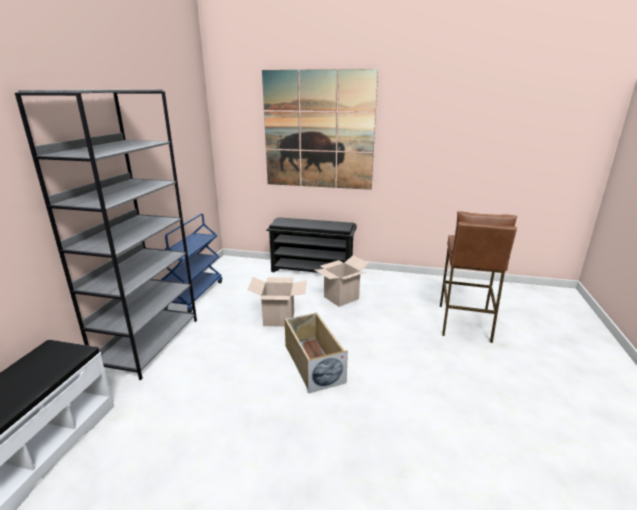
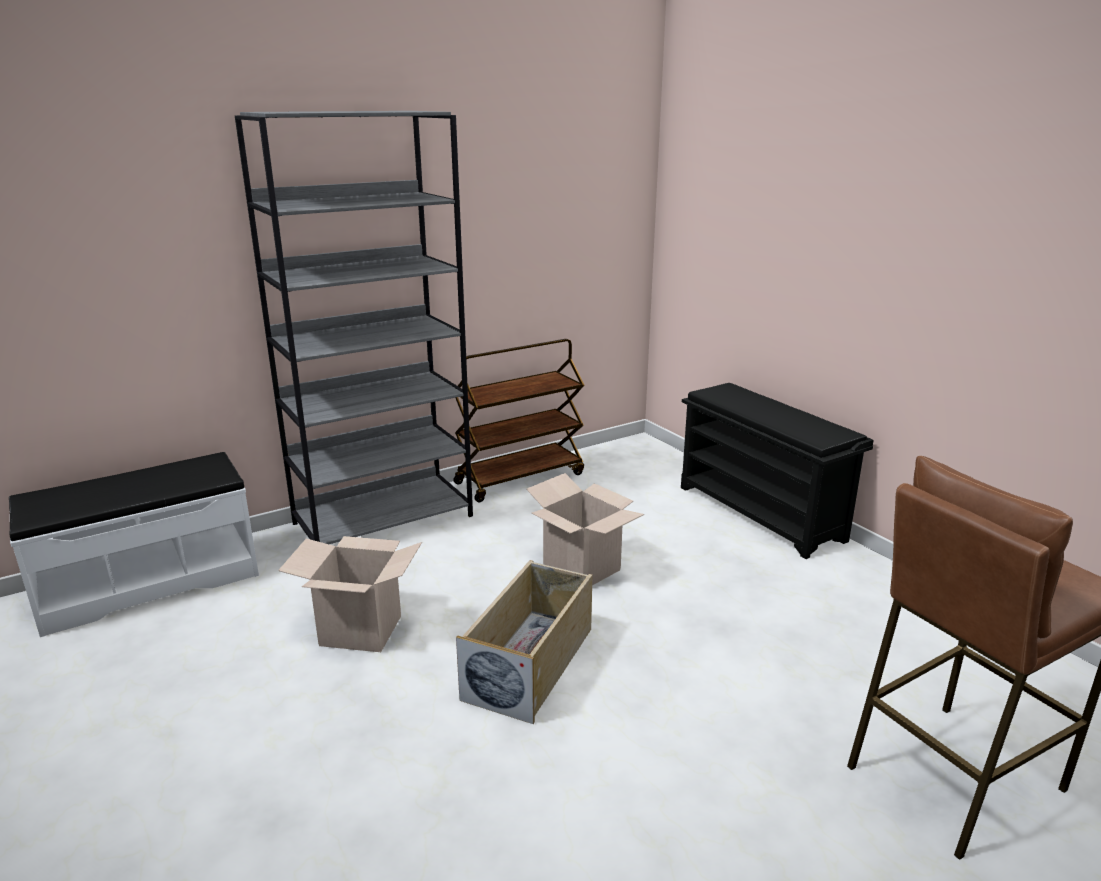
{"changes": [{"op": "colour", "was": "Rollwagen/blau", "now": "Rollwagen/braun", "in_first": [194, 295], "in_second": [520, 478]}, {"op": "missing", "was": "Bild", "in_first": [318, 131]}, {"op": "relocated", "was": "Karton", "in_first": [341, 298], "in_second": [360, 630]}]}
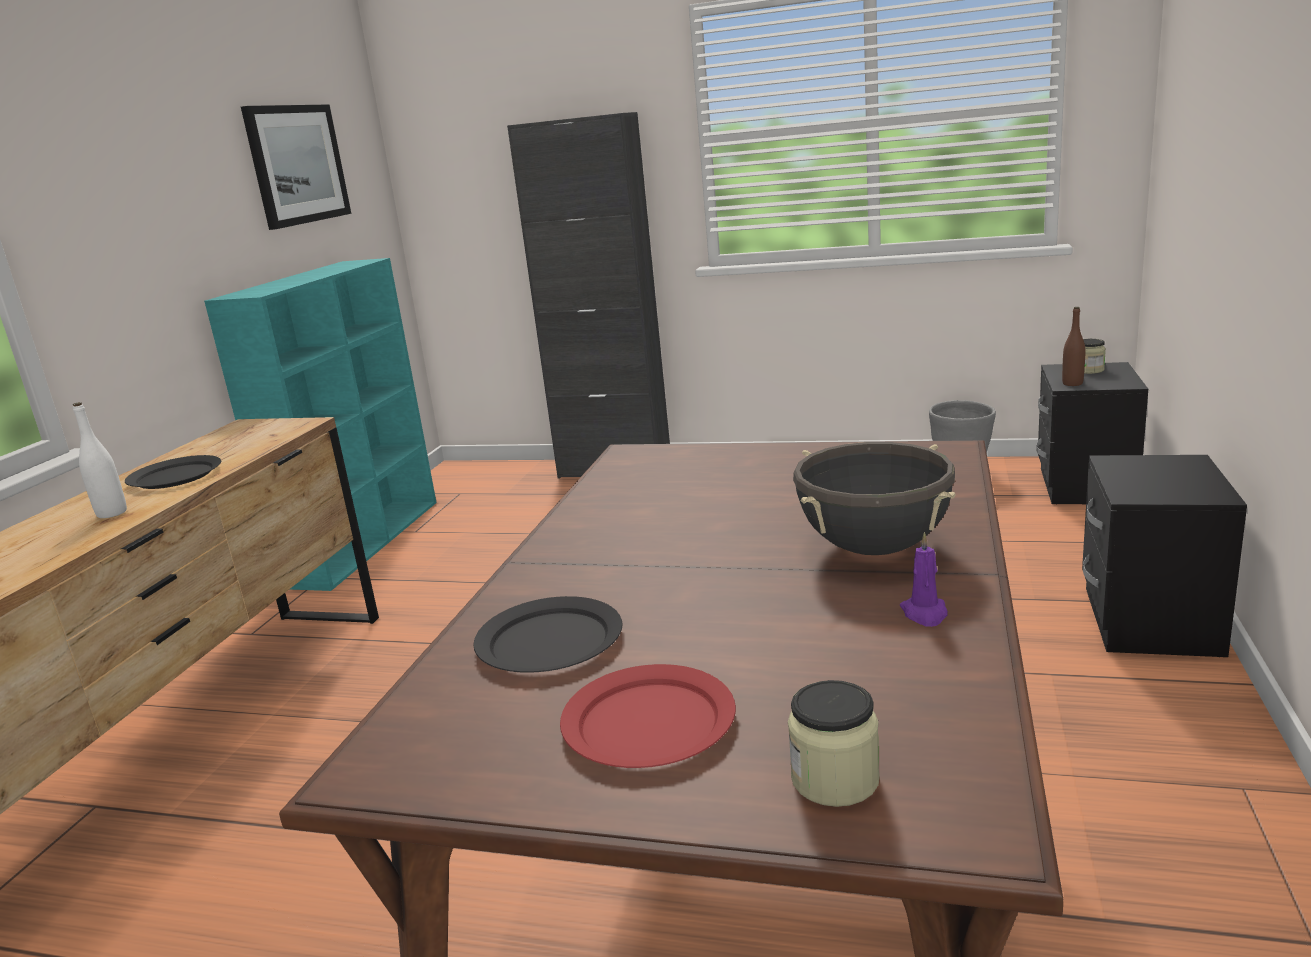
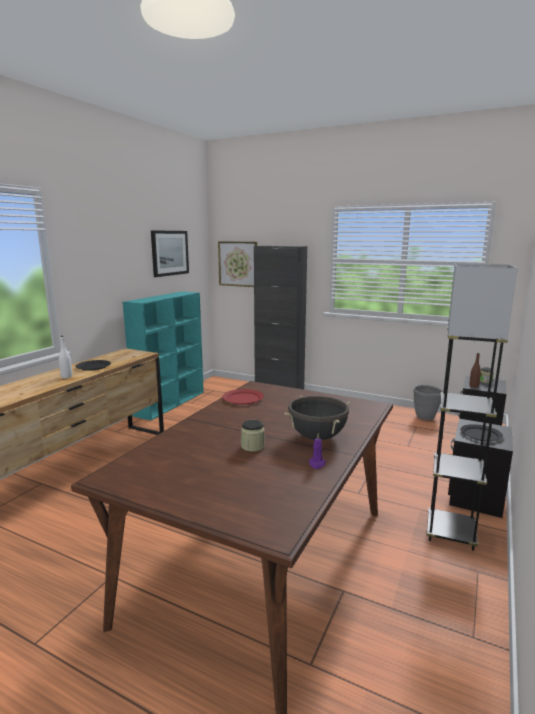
{"changes": [{"op": "relocated", "was": "Teller/schwarz", "in_first": [548, 641], "in_second": [480, 435]}, {"op": "relocated", "was": "Teller/rot", "in_first": [649, 723], "in_second": [243, 399]}, {"op": "relocated", "was": "Vorratsglas", "in_first": [835, 779], "in_second": [252, 446]}, {"op": "appeared", "now": "Bild", "in_second": [238, 264]}, {"op": "appeared", "now": "Stehlampe/grau", "in_second": [450, 533]}]}
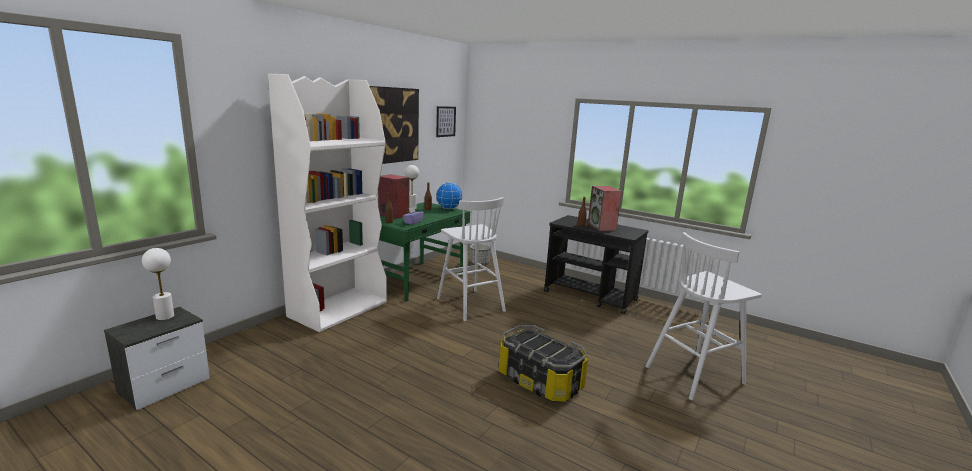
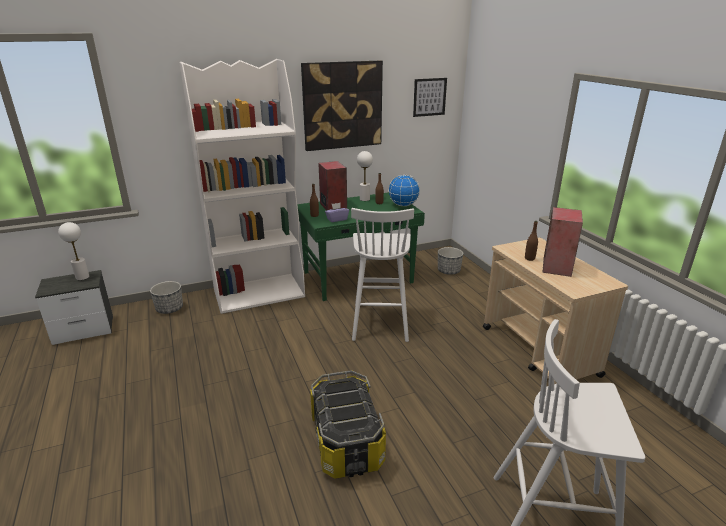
{"changes": [{"op": "colour", "was": "Rollwagen/schwarz", "now": "Rollwagen/beige", "in_first": [590, 296], "in_second": [539, 351]}, {"op": "appeared", "now": "Pflanzkübel", "in_second": [170, 309]}]}
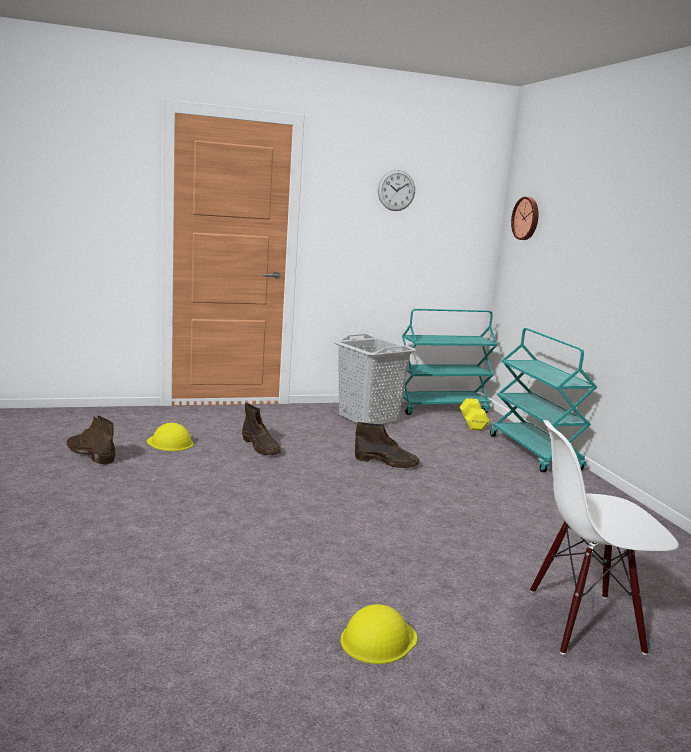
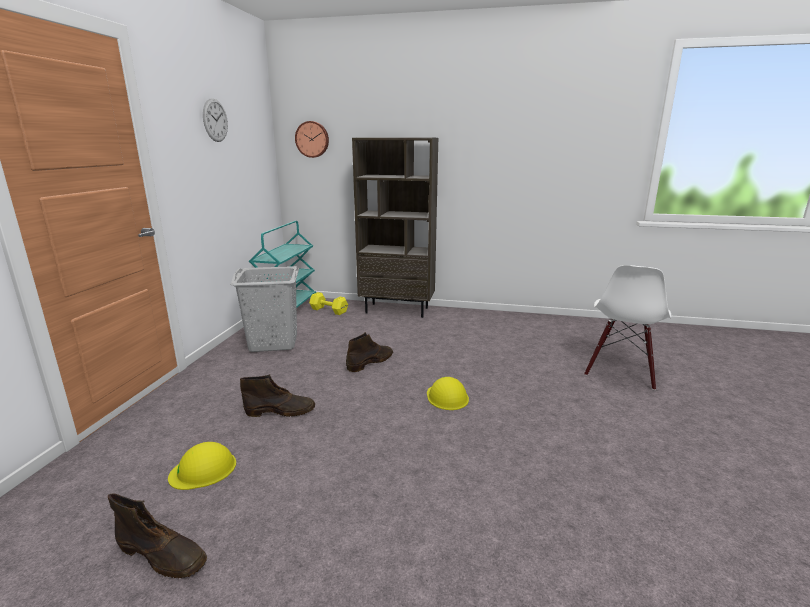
{"changes": [{"op": "spun", "was": "Stiefel/braun", "in_first": [90, 454], "in_second": [163, 555], "clockwise": -135}, {"op": "relocated", "was": "Schutzhelm/gelb", "in_first": [378, 639], "in_second": [447, 397]}, {"op": "exchanged", "was": "Rollwagen/türkis", "now": "Bücherregal/braun", "in_first": [535, 453], "in_second": [397, 310]}]}
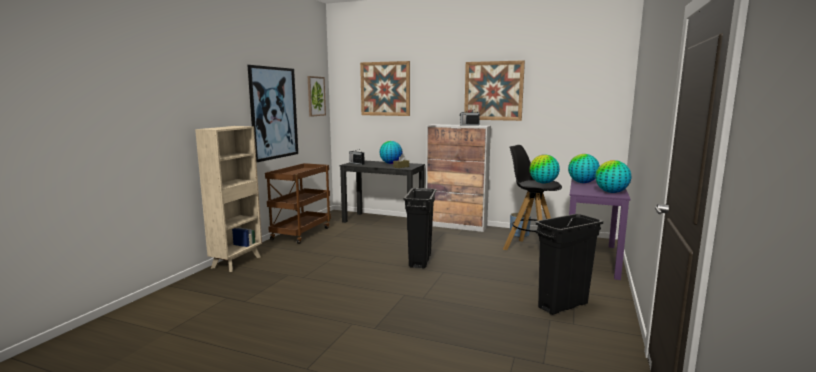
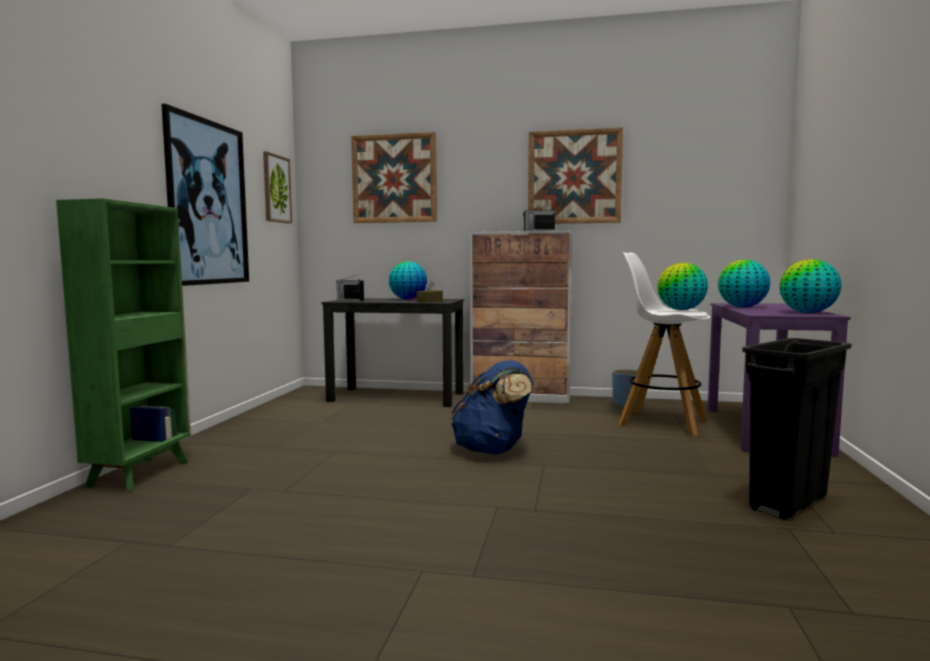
{"changes": [{"op": "colour", "was": "Bücherregal/beige", "now": "Bücherregal/grün", "in_first": [237, 262], "in_second": [141, 473]}, {"op": "missing", "was": "Rollwagen/braun", "in_first": [301, 233]}, {"op": "exchanged", "was": "Mülleimer/schwarz", "now": "Rucksack/blau", "in_first": [420, 261], "in_second": [493, 450]}, {"op": "colour", "was": "Hocker/schwarz", "now": "Hocker/weiß", "in_first": [530, 249], "in_second": [661, 422]}]}
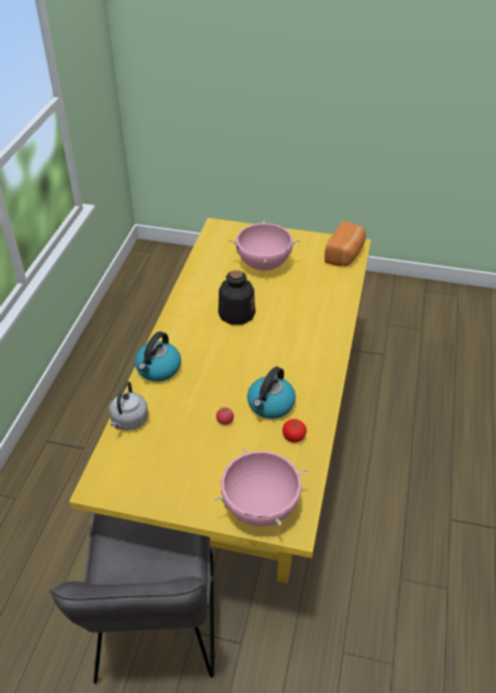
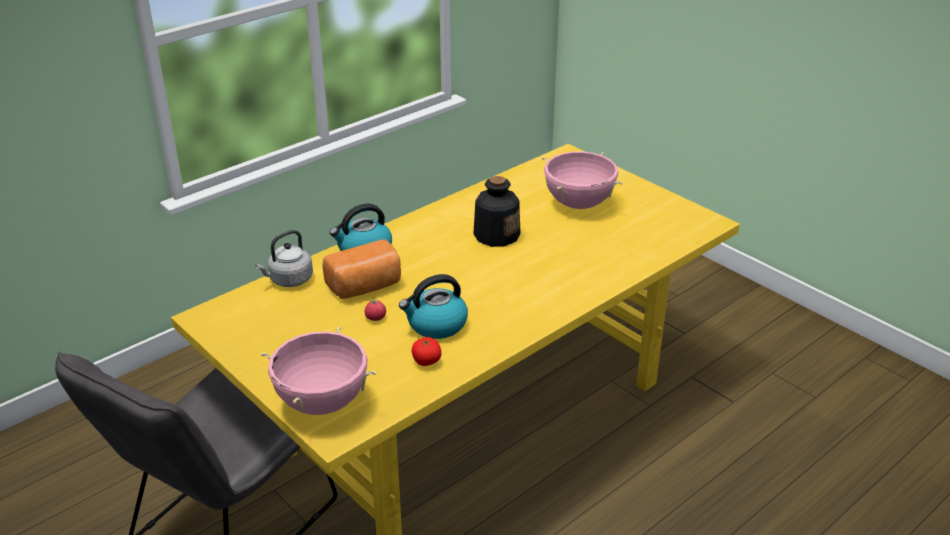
{"changes": [{"op": "relocated", "was": "Brot", "in_first": [345, 255], "in_second": [365, 287]}]}
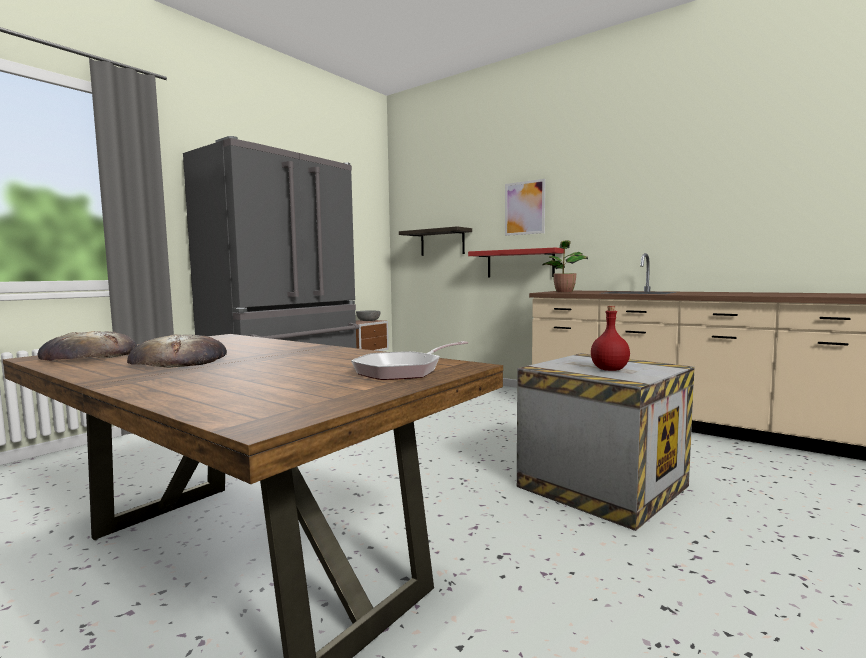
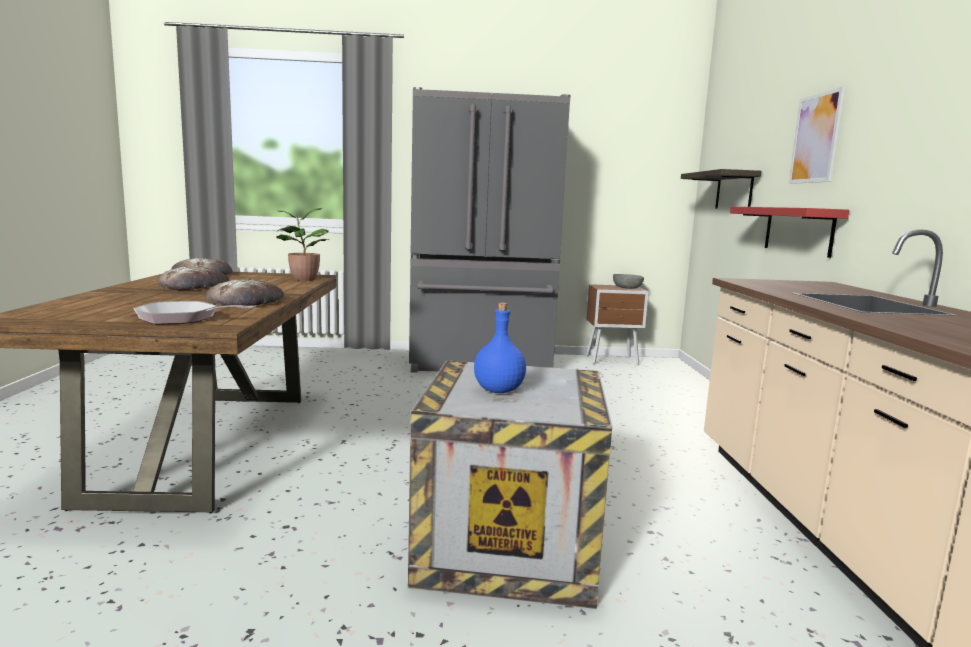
{"changes": [{"op": "relocated", "was": "Topfpflanze", "in_first": [564, 292], "in_second": [302, 279]}, {"op": "colour", "was": "Flasche/rot", "now": "Flasche/blau", "in_first": [608, 369], "in_second": [498, 390]}, {"op": "appeared", "now": "Brot", "in_second": [245, 301]}]}
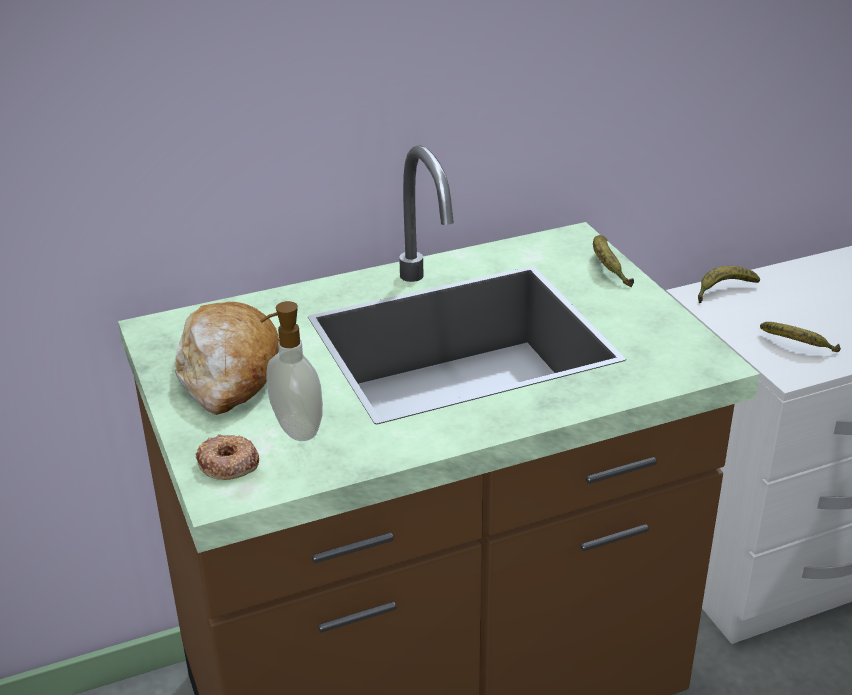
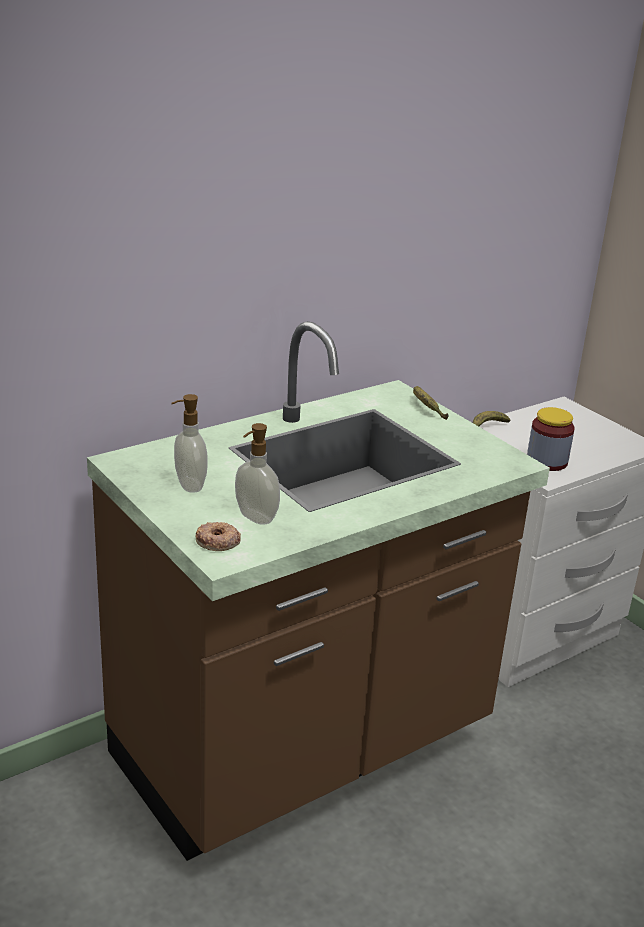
{"changes": [{"op": "exchanged", "was": "Brot", "now": "Seifenspender", "in_first": [229, 372], "in_second": [189, 485]}, {"op": "exchanged", "was": "Banane", "now": "Vorratsglas", "in_first": [797, 346], "in_second": [547, 461]}]}
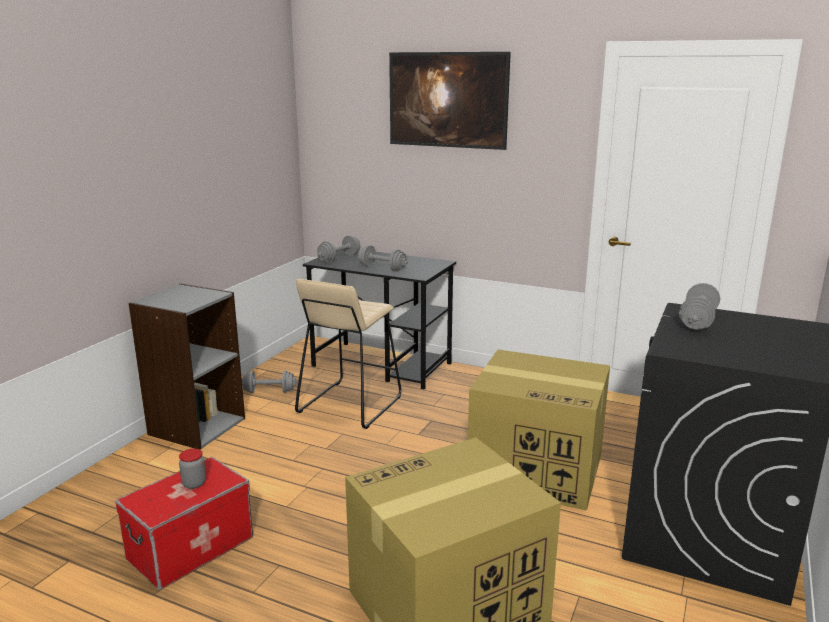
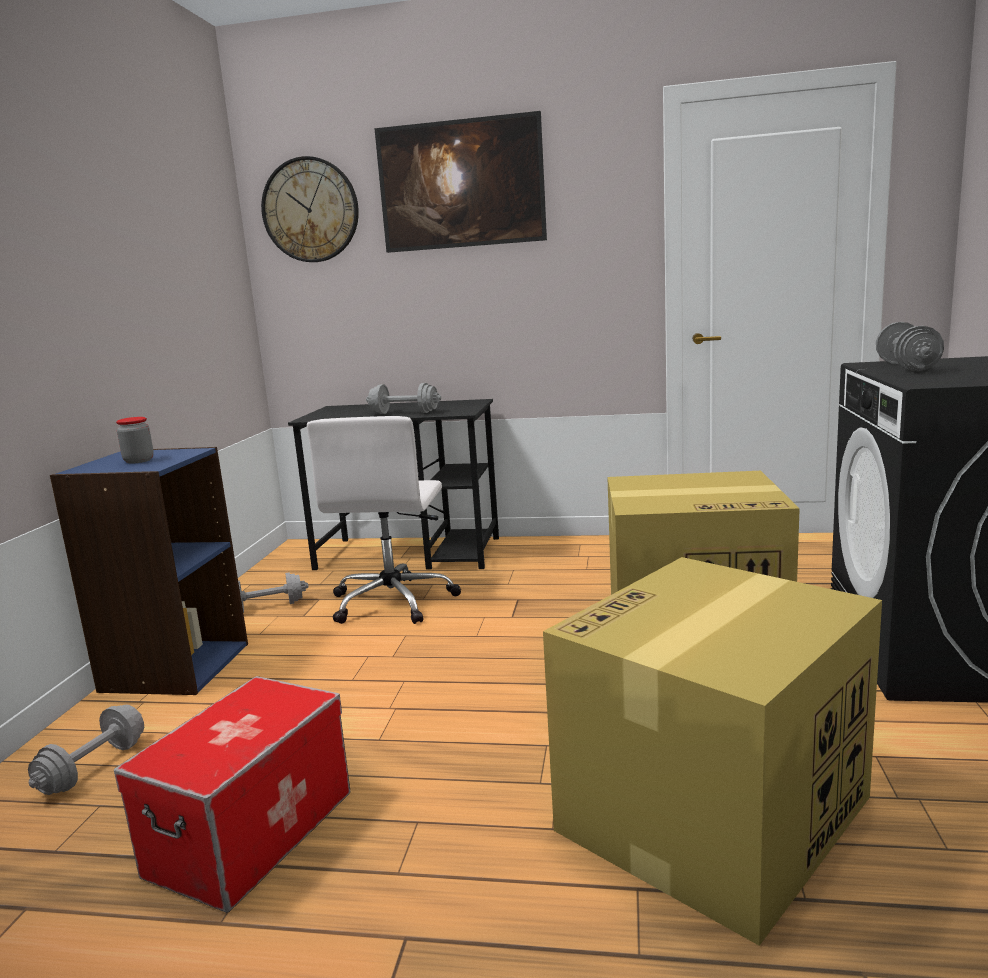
{"changes": [{"op": "colour", "was": "Bücherregal/grau", "now": "Bücherregal/blau", "in_first": [196, 426], "in_second": [174, 667]}, {"op": "relocated", "was": "Vorratsglas", "in_first": [194, 483], "in_second": [139, 461]}, {"op": "exchanged", "was": "Hocker/beige", "now": "Bürostuhl/weiß", "in_first": [349, 404], "in_second": [393, 601]}, {"op": "relocated", "was": "Hantel/grau", "in_first": [339, 258], "in_second": [93, 768]}, {"op": "appeared", "now": "Wanduhr", "in_second": [310, 210]}]}
